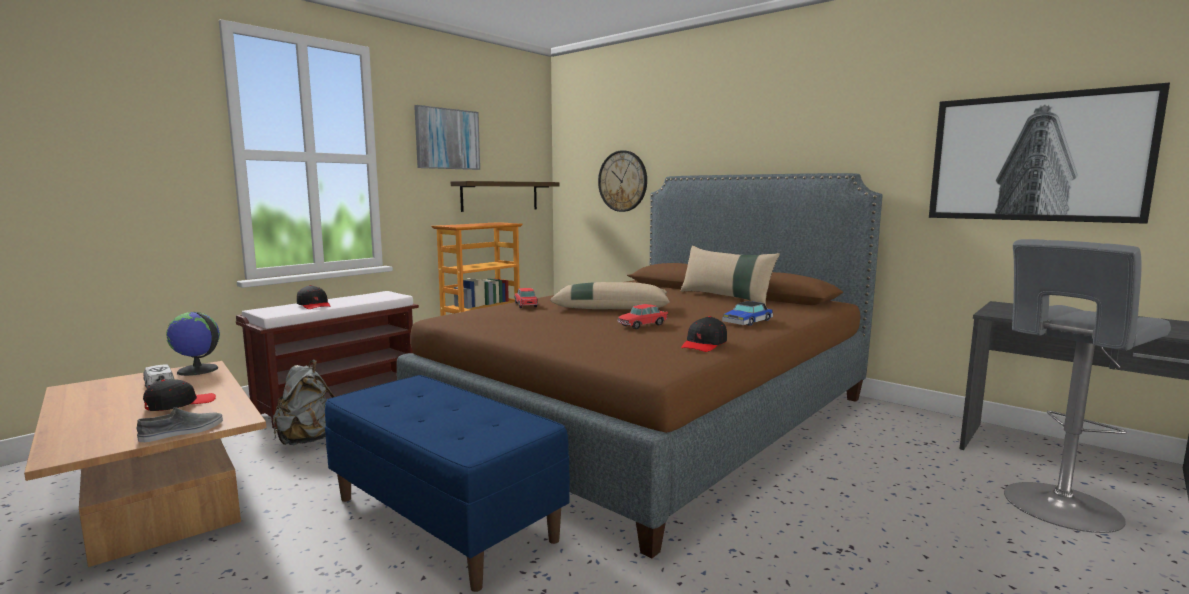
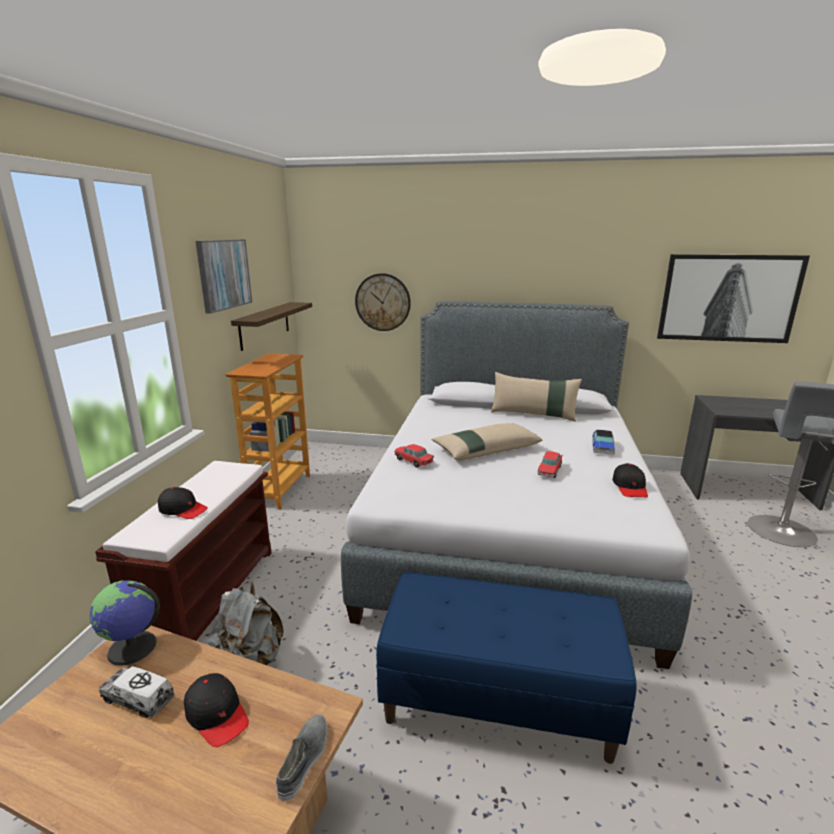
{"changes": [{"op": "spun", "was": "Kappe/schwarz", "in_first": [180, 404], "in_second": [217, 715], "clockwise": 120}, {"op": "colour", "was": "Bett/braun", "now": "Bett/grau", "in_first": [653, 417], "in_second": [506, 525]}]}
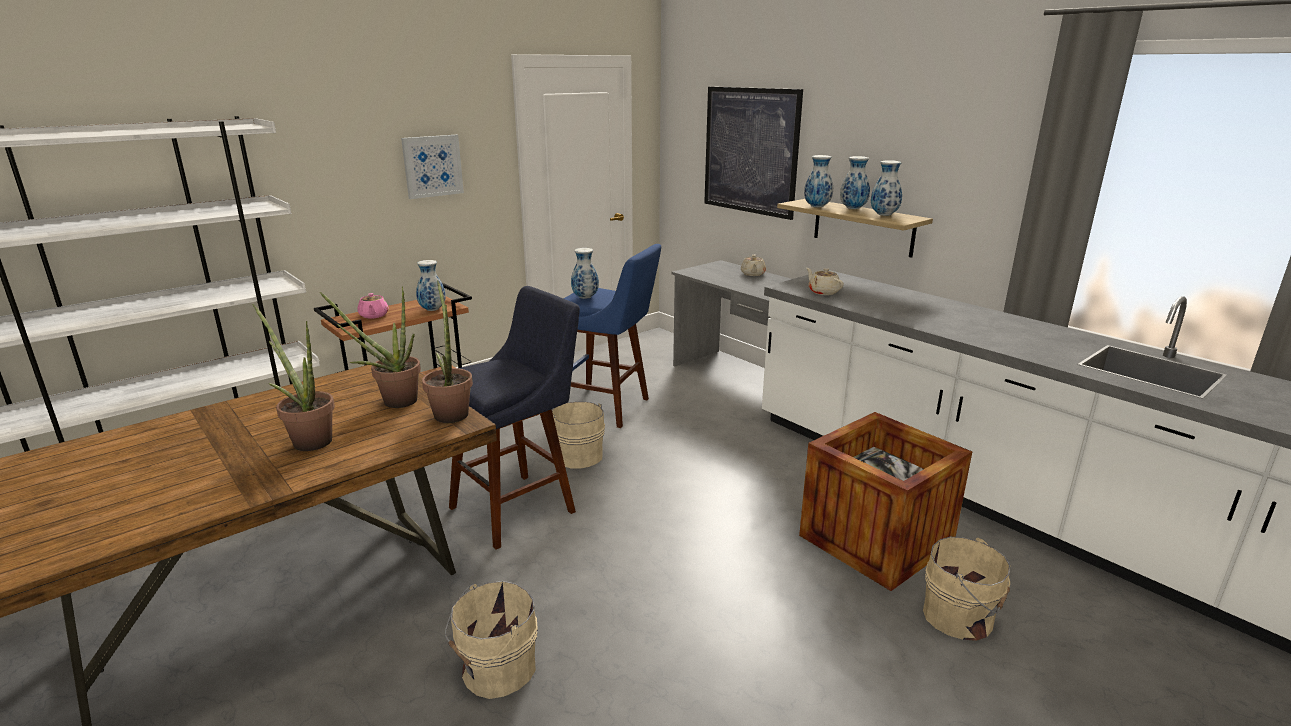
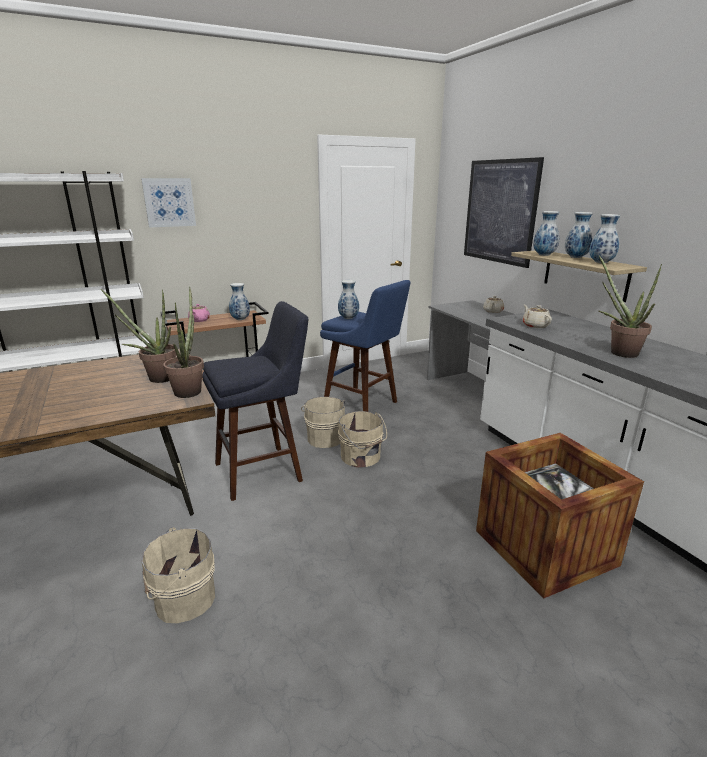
{"changes": [{"op": "relocated", "was": "Topfpflanze", "in_first": [308, 440], "in_second": [618, 352]}, {"op": "relocated", "was": "Bild", "in_first": [432, 166], "in_second": [169, 202]}, {"op": "relocated", "was": "Eimer/beige", "in_first": [961, 618], "in_second": [361, 457]}]}
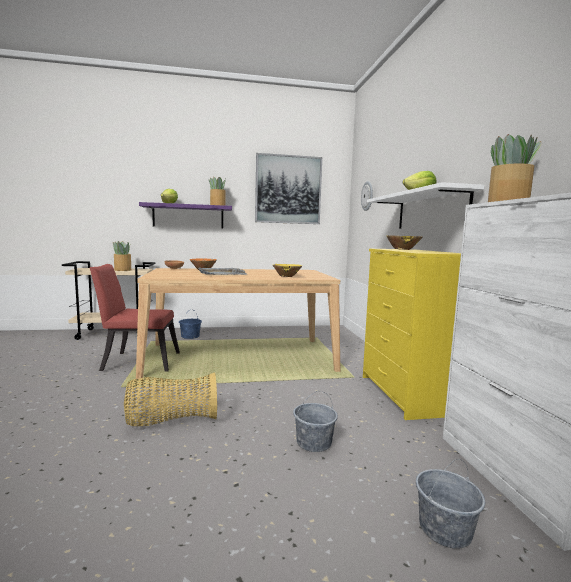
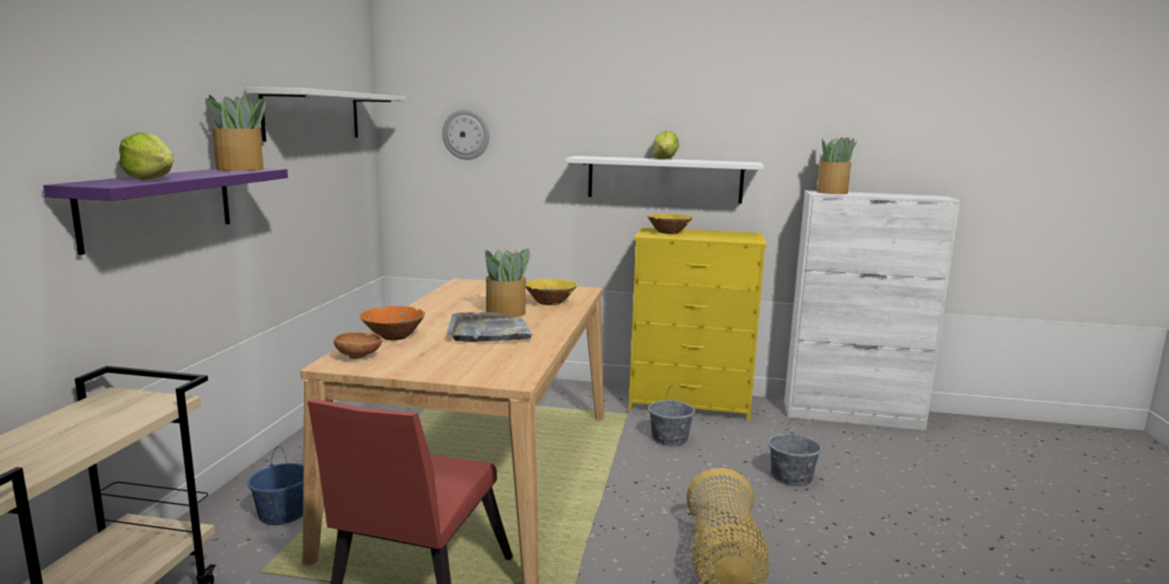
{"changes": [{"op": "relocated", "was": "Topfpflanze", "in_first": [122, 270], "in_second": [506, 313]}, {"op": "exchanged", "was": "Bild", "now": "Wandregal/weiß", "in_first": [288, 189], "in_second": [313, 115]}, {"op": "relocated", "was": "Eimer/grau", "in_first": [445, 529], "in_second": [669, 438]}]}
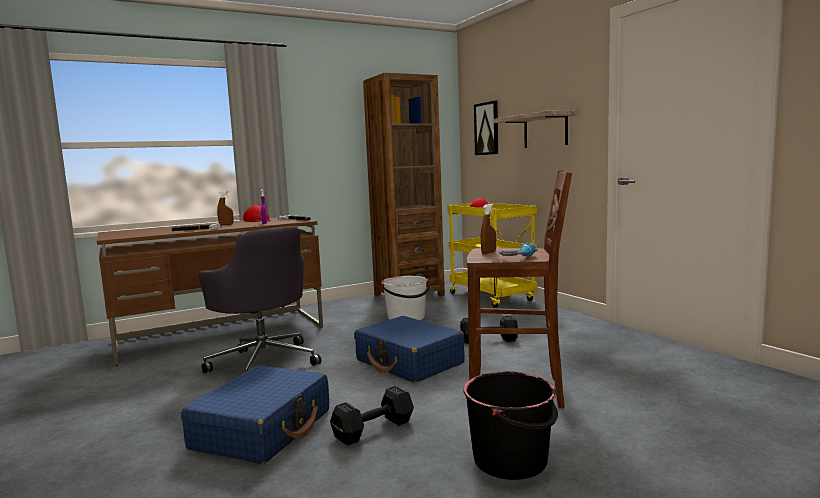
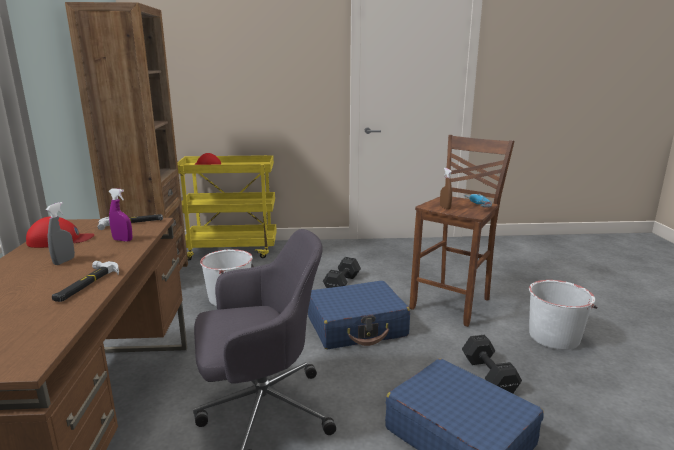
{"changes": [{"op": "colour", "was": "Sprühflasche/braun", "now": "Sprühflasche/grau", "in_first": [226, 224], "in_second": [64, 261]}, {"op": "colour", "was": "Eimer/schwarz", "now": "Eimer/weiß", "in_first": [511, 460], "in_second": [554, 336]}, {"op": "missing", "was": "Bild", "in_first": [487, 128]}, {"op": "missing", "was": "Wandregal", "in_first": [545, 130]}]}
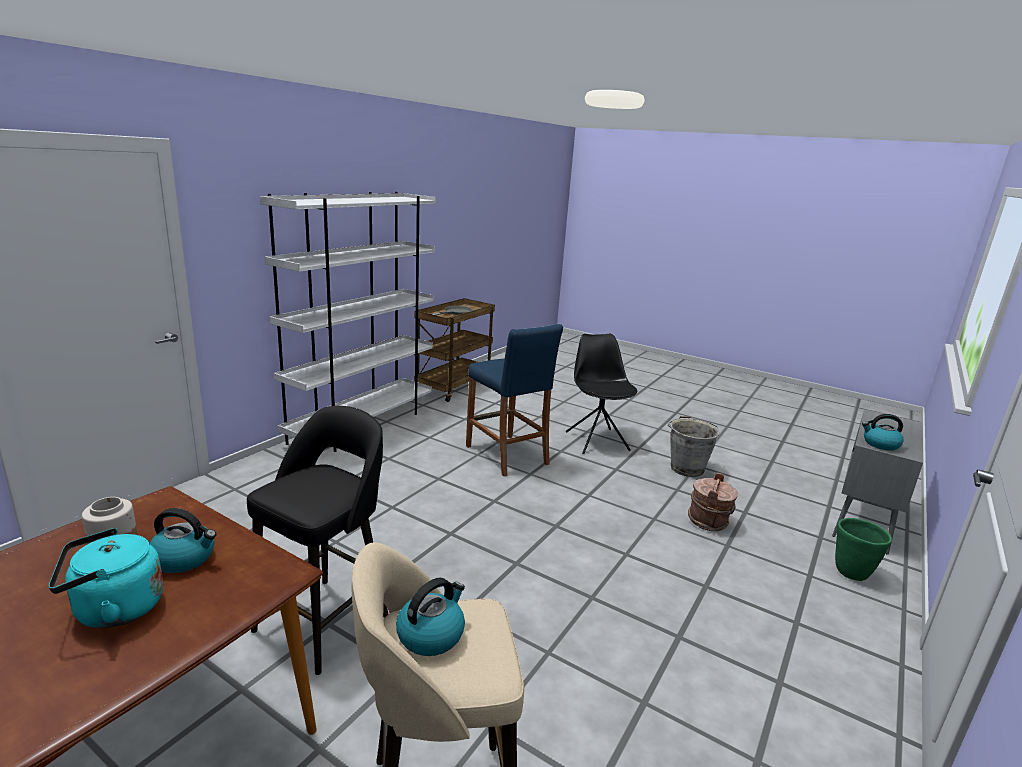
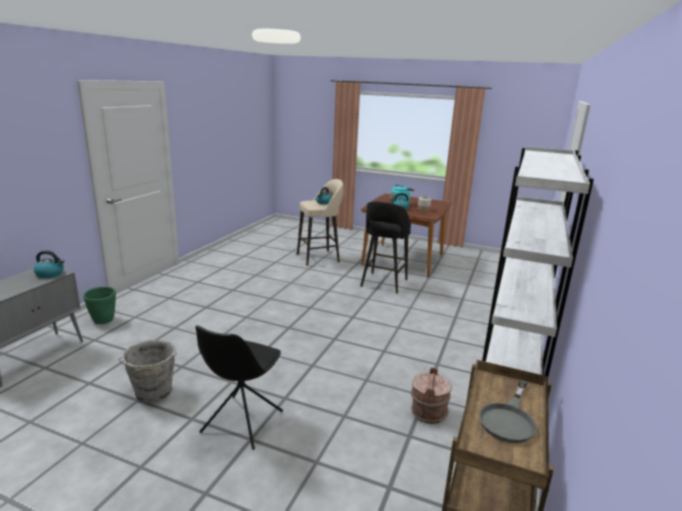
{"changes": [{"op": "missing", "was": "Hocker/blau", "in_first": [506, 455]}, {"op": "spun", "was": "Stuhl/schwarz", "in_first": [596, 440], "in_second": [241, 422], "clockwise": 45}, {"op": "relocated", "was": "Eimer/braun", "in_first": [708, 521], "in_second": [428, 412]}]}
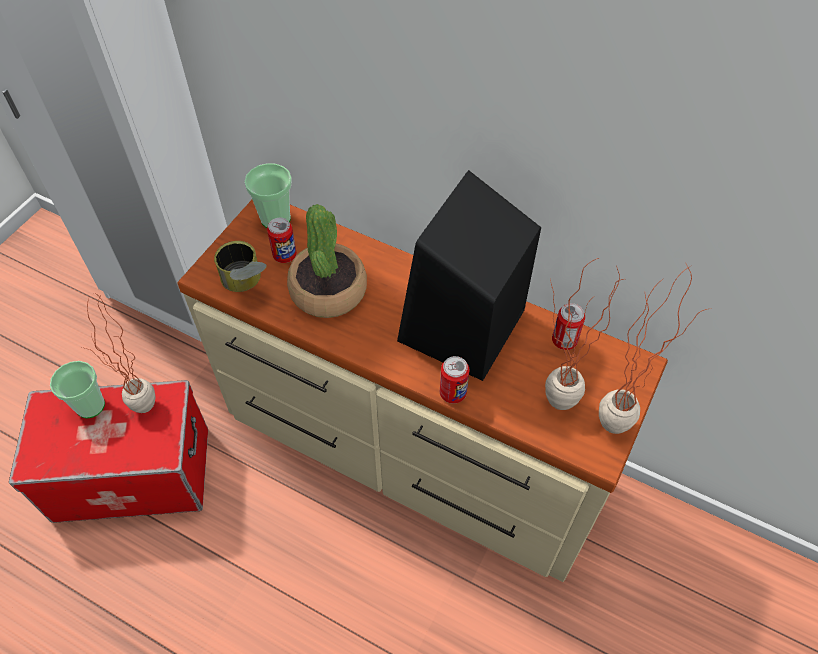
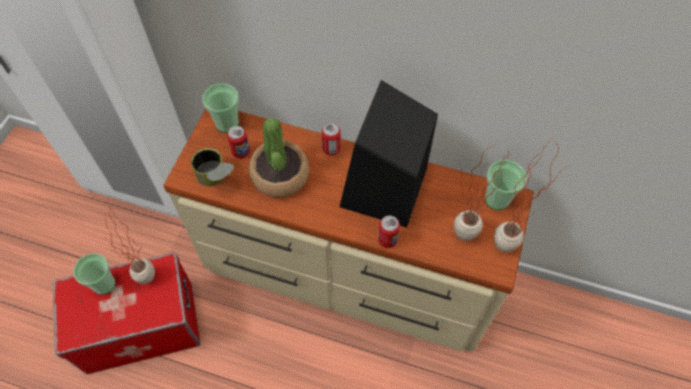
{"changes": [{"op": "relocated", "was": "Dose", "in_first": [564, 341], "in_second": [331, 149]}, {"op": "appeared", "now": "Tasse", "in_second": [497, 199]}]}
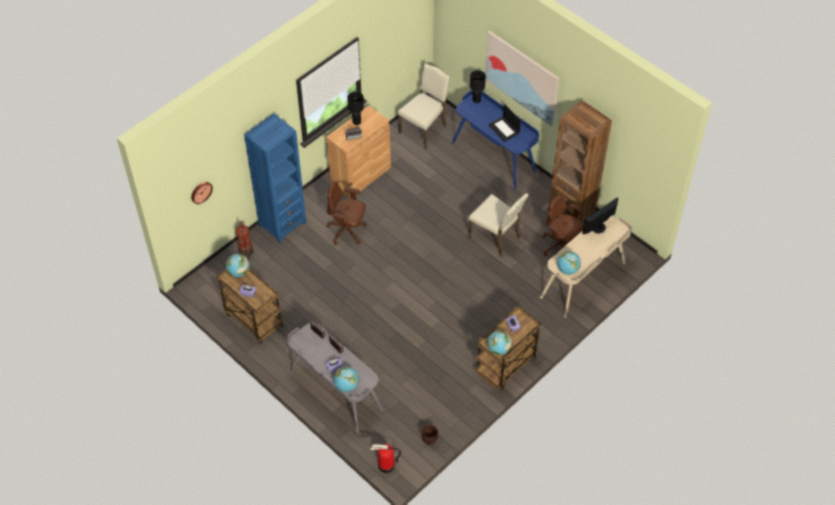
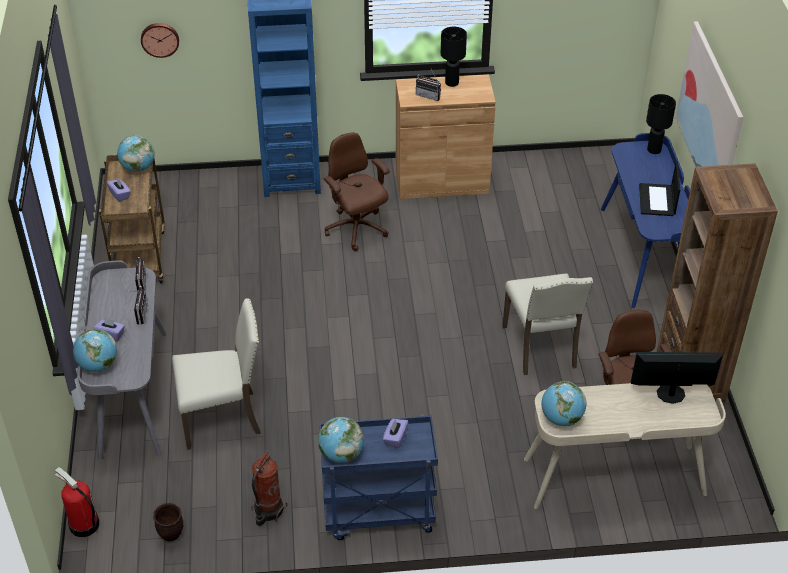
{"changes": [{"op": "relocated", "was": "Feuerlöscher", "in_first": [245, 251], "in_second": [267, 511]}, {"op": "relocated", "was": "Stuhl/beige", "in_first": [424, 129], "in_second": [222, 417]}, {"op": "colour", "was": "Rollwagen/braun", "now": "Rollwagen/blau", "in_first": [506, 367], "in_second": [378, 515]}]}
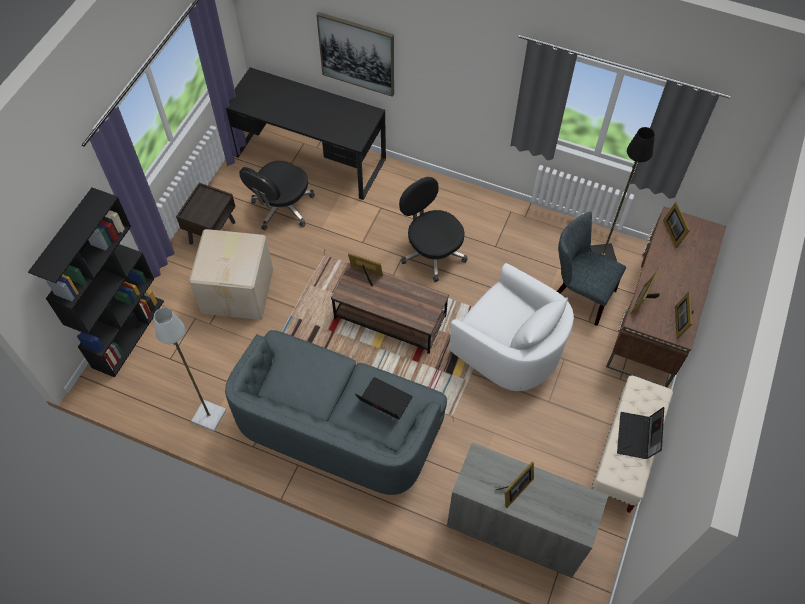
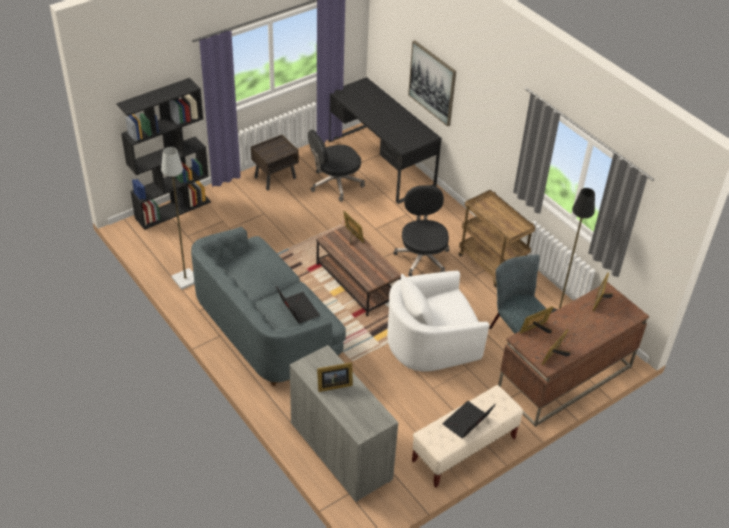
{"changes": [{"op": "missing", "was": "Karton", "in_first": [239, 290]}, {"op": "spun", "was": "Sessel/weiß", "in_first": [509, 348], "in_second": [431, 341], "clockwise": 90}, {"op": "appeared", "now": "Rollwagen/braun", "in_second": [492, 266]}]}
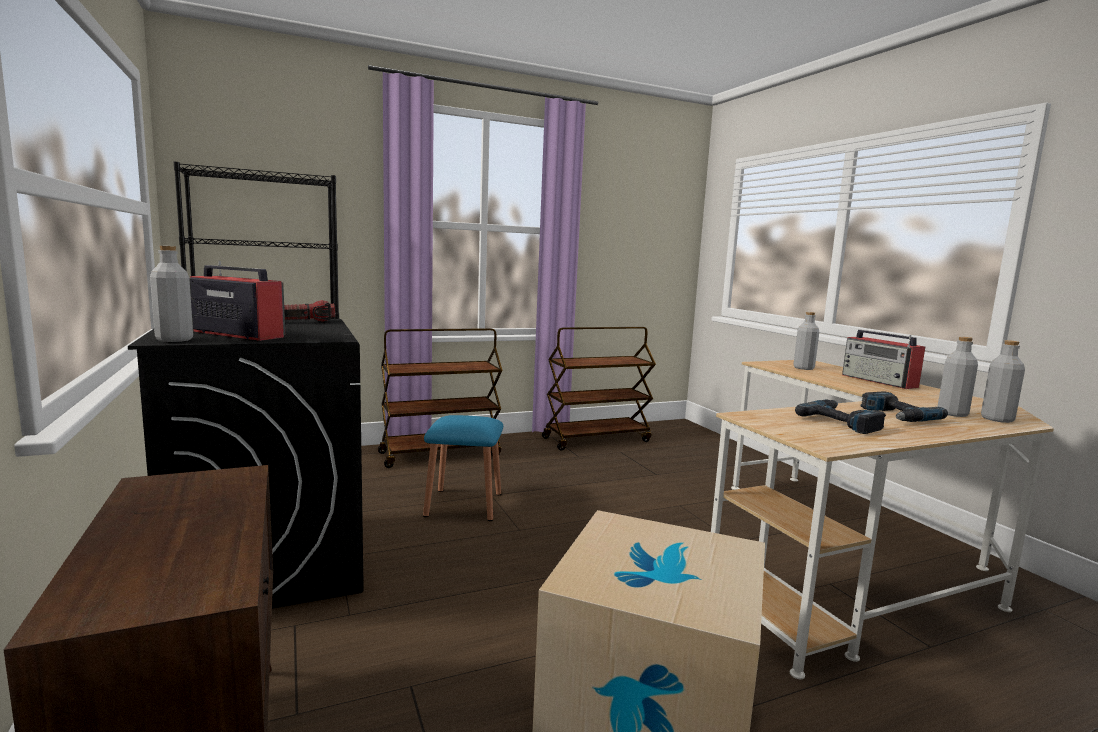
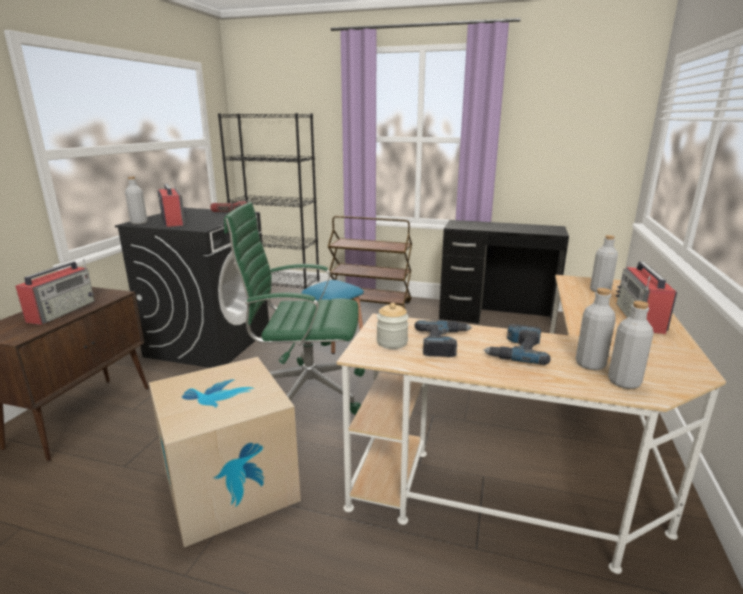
{"changes": [{"op": "exchanged", "was": "Rollwagen/braun", "now": "Schreibtisch/schwarz", "in_first": [597, 439], "in_second": [496, 318]}, {"op": "appeared", "now": "Radio", "in_second": [63, 311]}, {"op": "appeared", "now": "Bürostuhl/grün", "in_second": [305, 391]}, {"op": "appeared", "now": "Vorratsglas", "in_second": [392, 342]}]}
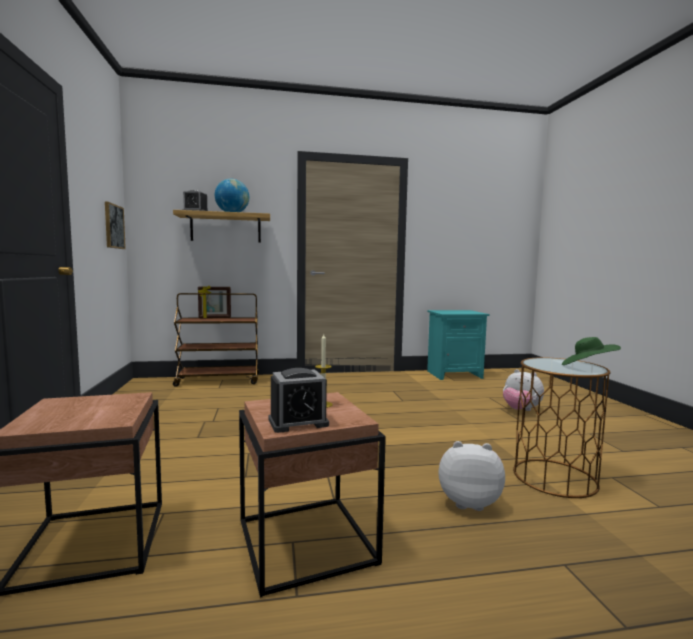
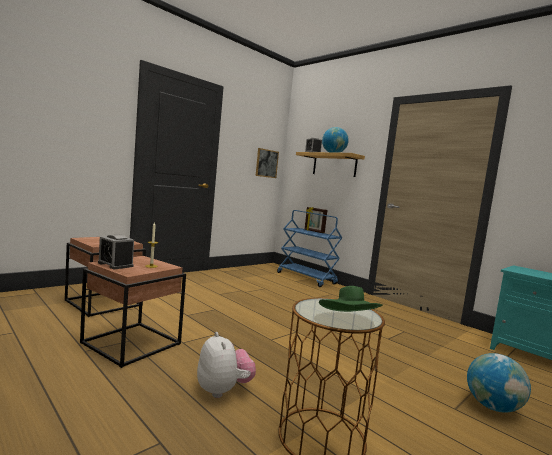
{"changes": [{"op": "colour", "was": "Rollwagen/braun", "now": "Rollwagen/blau", "in_first": [219, 380], "in_second": [306, 278]}, {"op": "exchanged", "was": "Plüschtier", "now": "Globus", "in_first": [520, 410], "in_second": [493, 407]}]}
